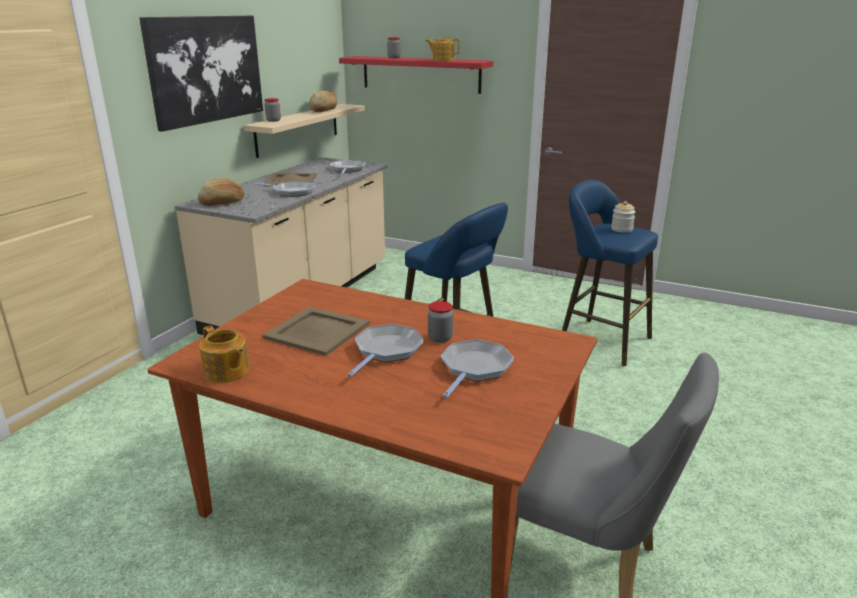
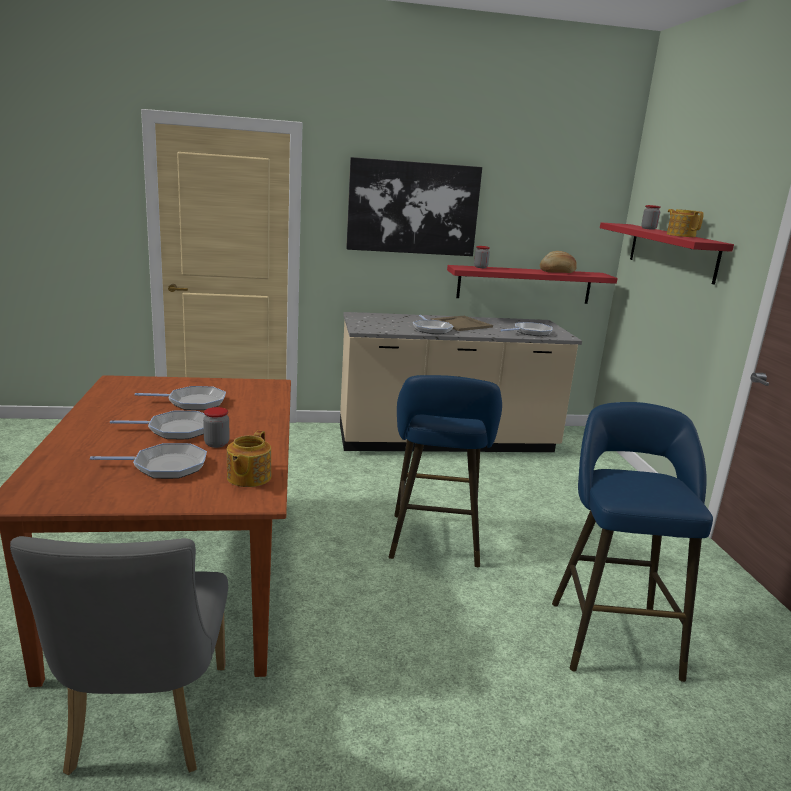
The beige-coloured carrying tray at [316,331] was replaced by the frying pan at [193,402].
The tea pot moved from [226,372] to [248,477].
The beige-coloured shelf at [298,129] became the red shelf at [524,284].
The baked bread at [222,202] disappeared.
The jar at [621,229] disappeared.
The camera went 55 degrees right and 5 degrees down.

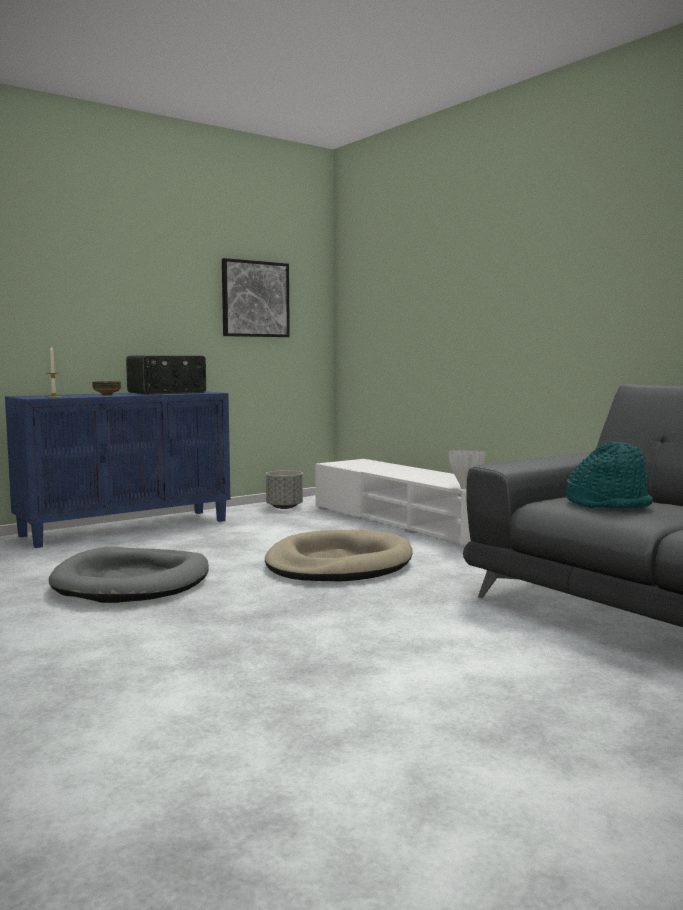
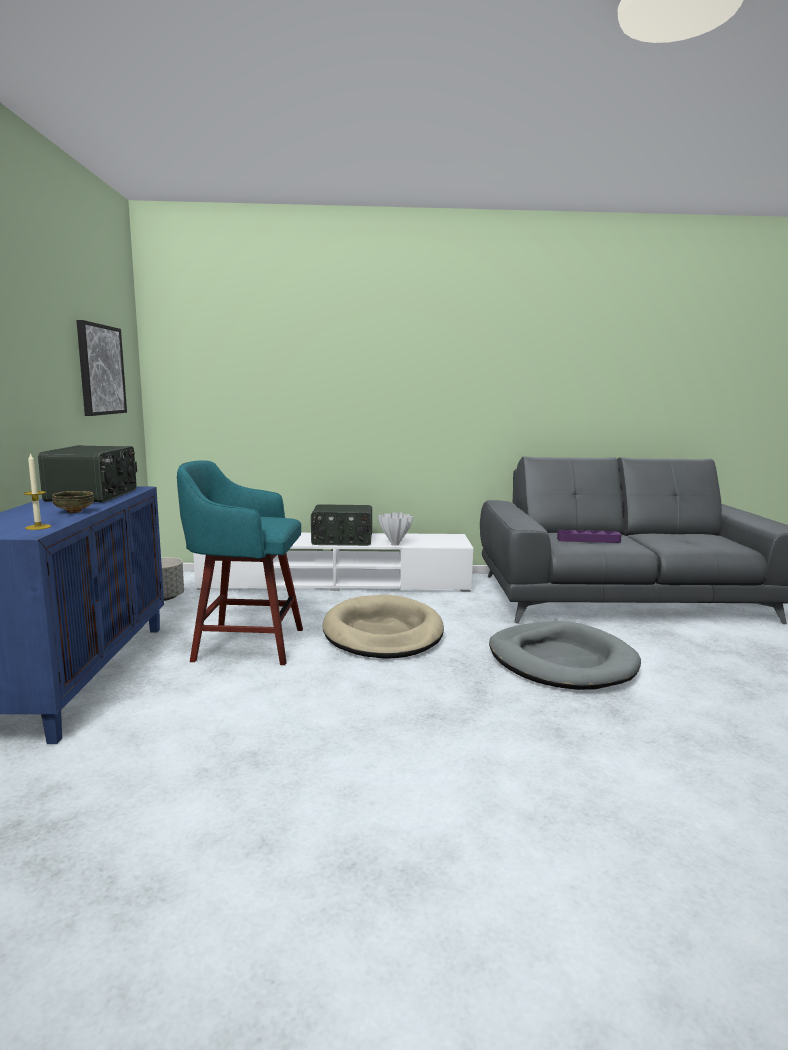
The blue-green sitting stool at [245,644] appeared.
The radio at [342,540] appeared.
The grey pet bed moved from [133,582] to [561,661].
The blue-green clothing hat at [608,504] was replaced by the purple carrying tray at [588,540].
The camera went 55 degrees left and 5 degrees up.

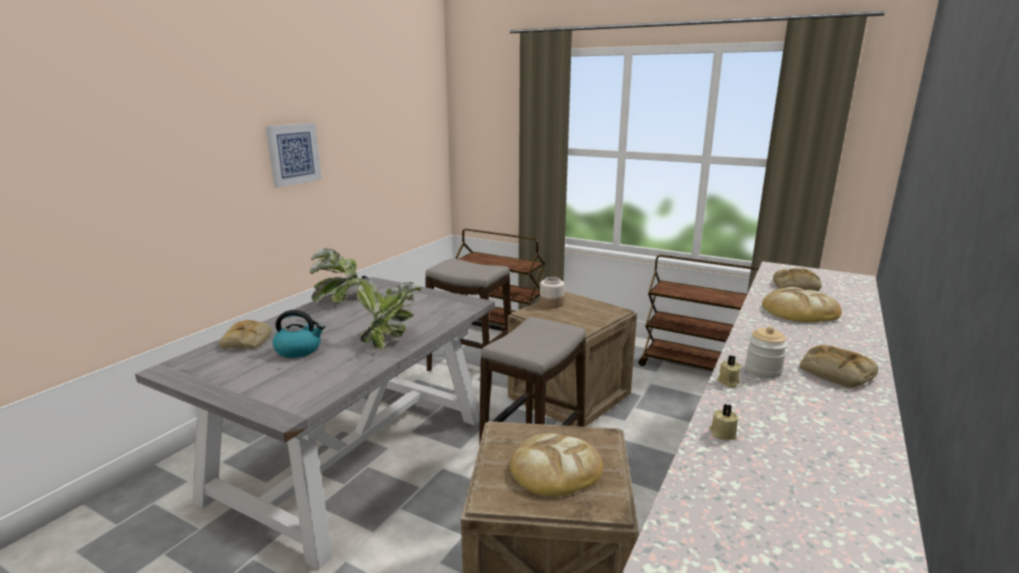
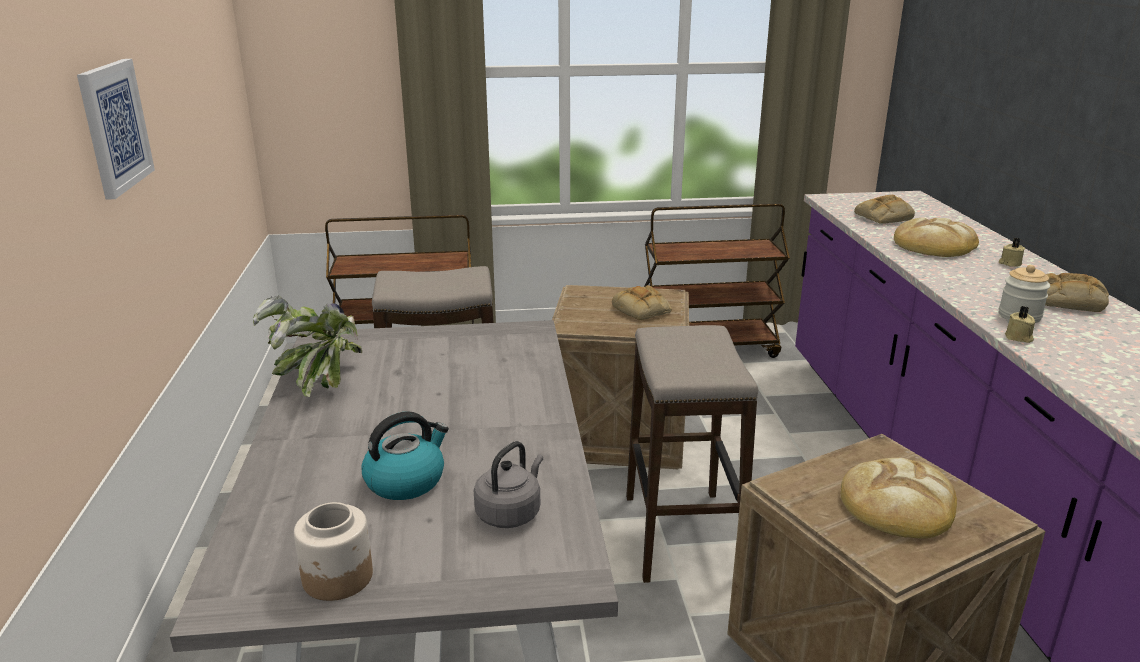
The jar moved from [551,304] to [338,578].
The grey kettle at [510,513] appeared.
The baked bread moved from [247,341] to [642,310].
The beige-coloured candle moved from [722,433] to [1010,263].
The houseplant at [389,338] disappeared.
The camera went 35 degrees left and 5 degrees up.

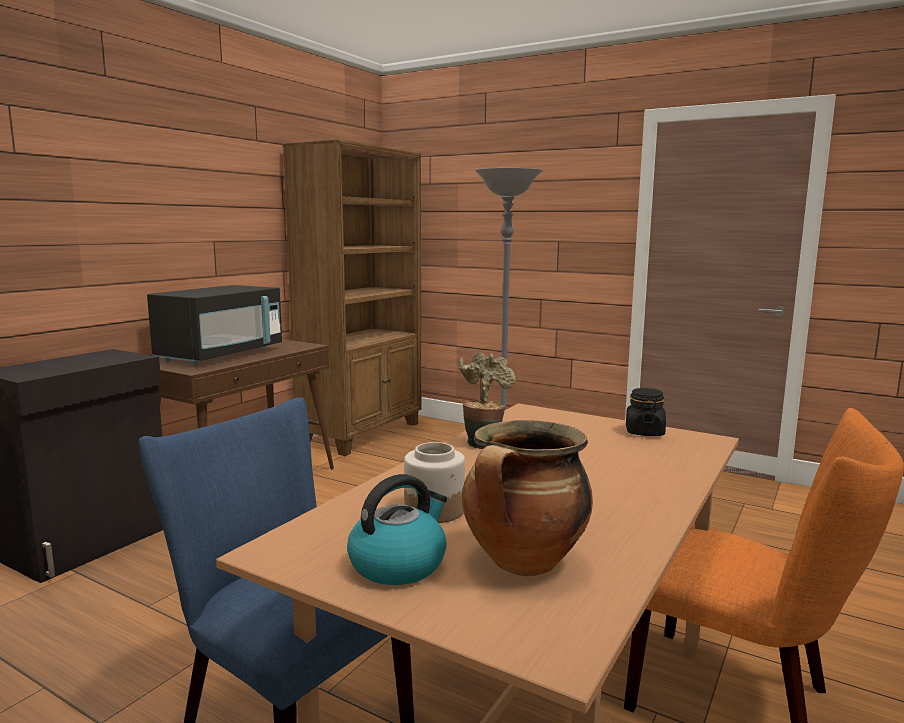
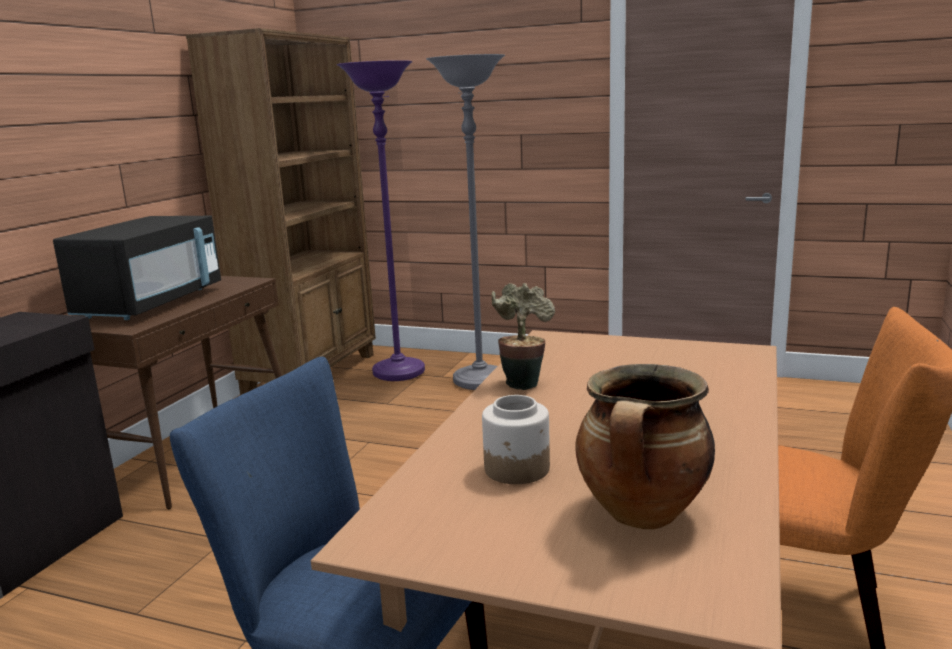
The purple standing lamp at [399,372] appeared.
The kettle at [398,564] disappeared.
The blackish jar at [644,432] disappeared.
The camera went 10 degrees left and 5 degrees up.

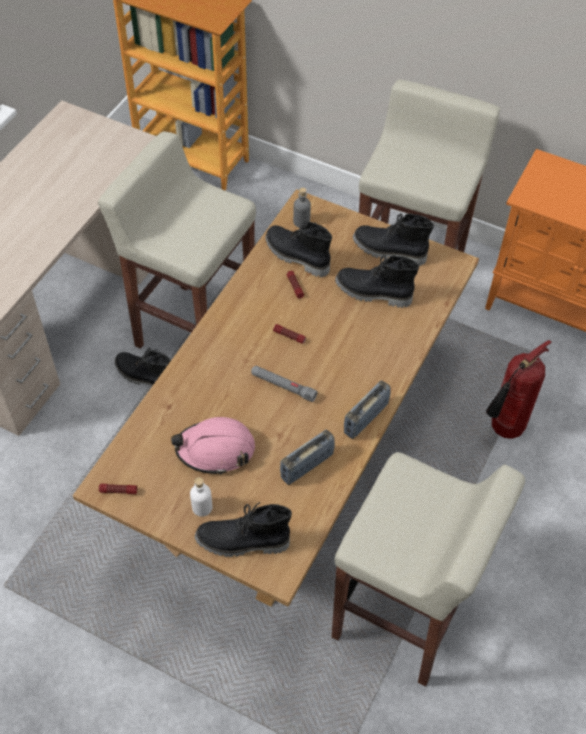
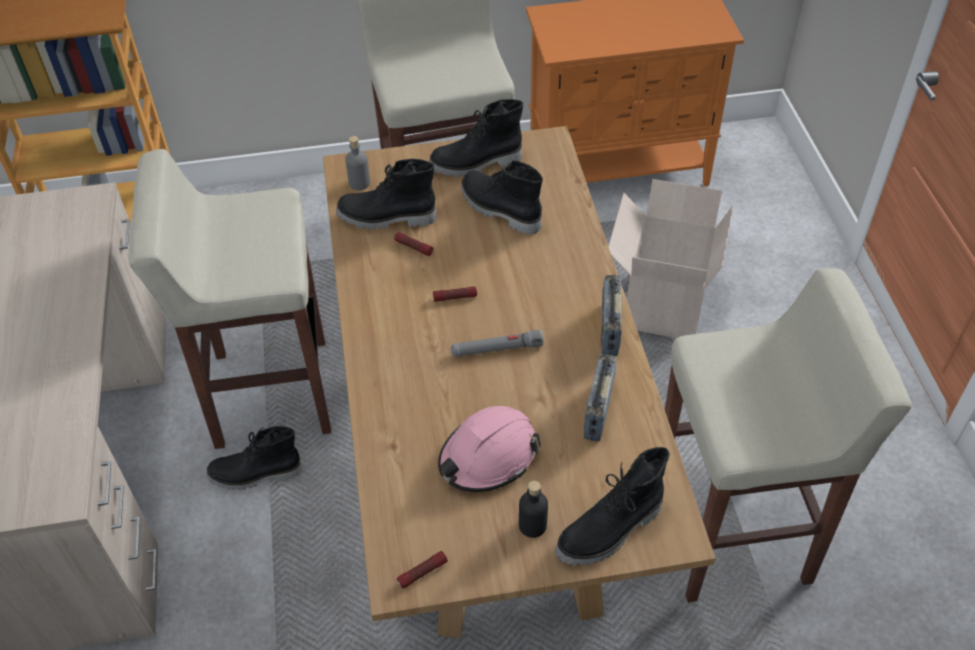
The blackish boot at [373,293] turned 60 degrees clockwise.
The whitish beverage bottle at [202,507] became the blackish beverage bottle at [532,525].
The extinguisher at [504,431] was replaced by the cardboard box at [662,303].
The camera went 35 degrees left and 5 degrees down.

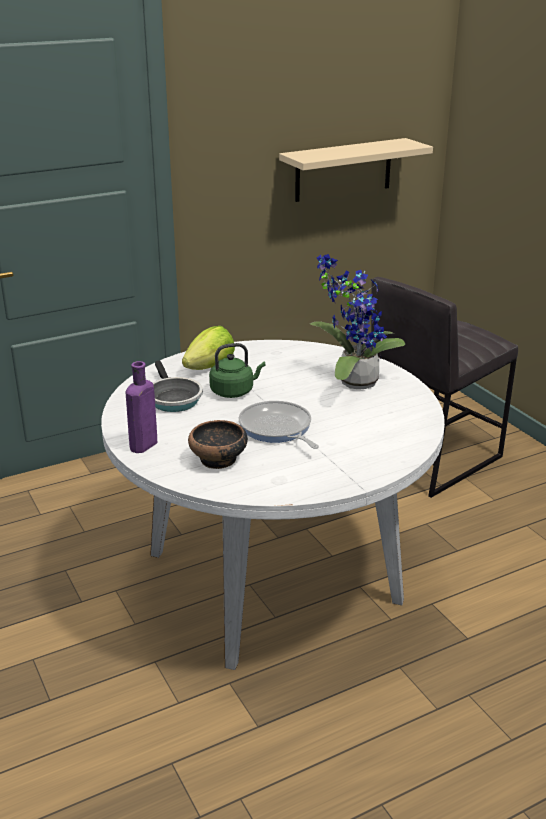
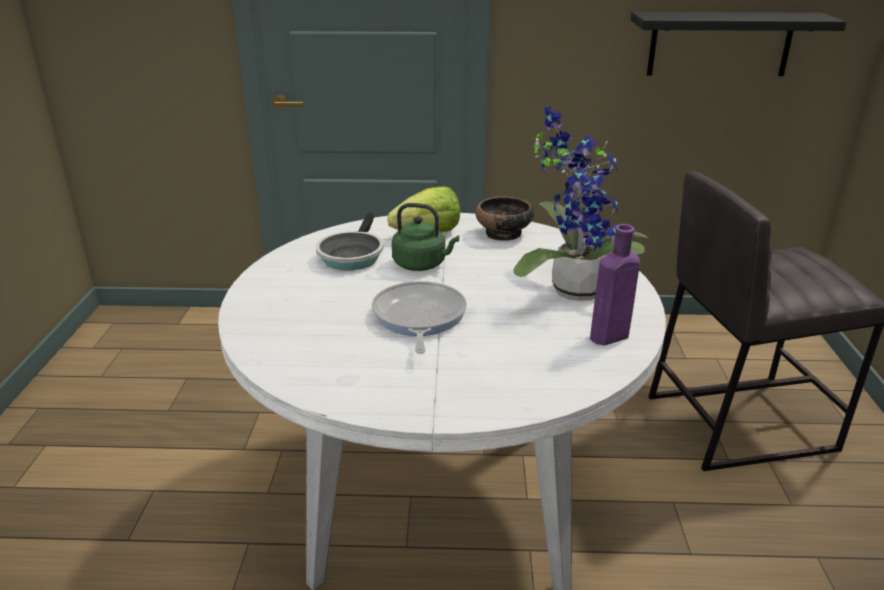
The deep dish moved from [218,459] to [503,234].
The purple beverage bottle moved from [142,446] to [607,337].
The beige-coloured shelf at [343,170] became the blackish shelf at [719,44].
The camera went 30 degrees right and 0 degrees up.

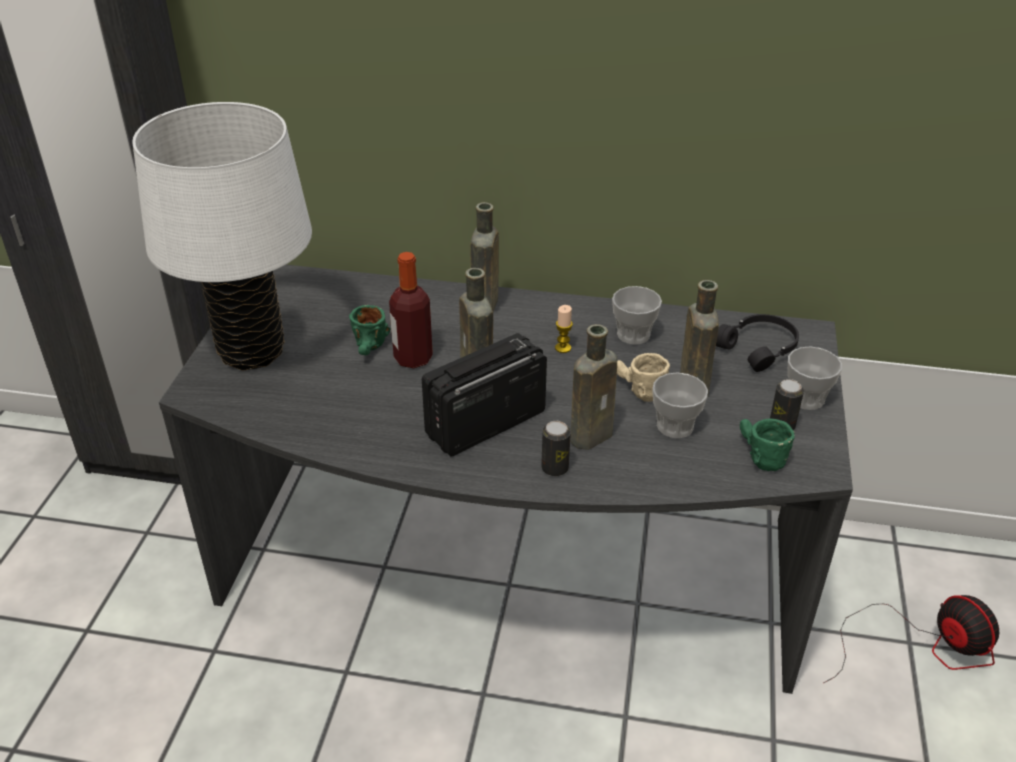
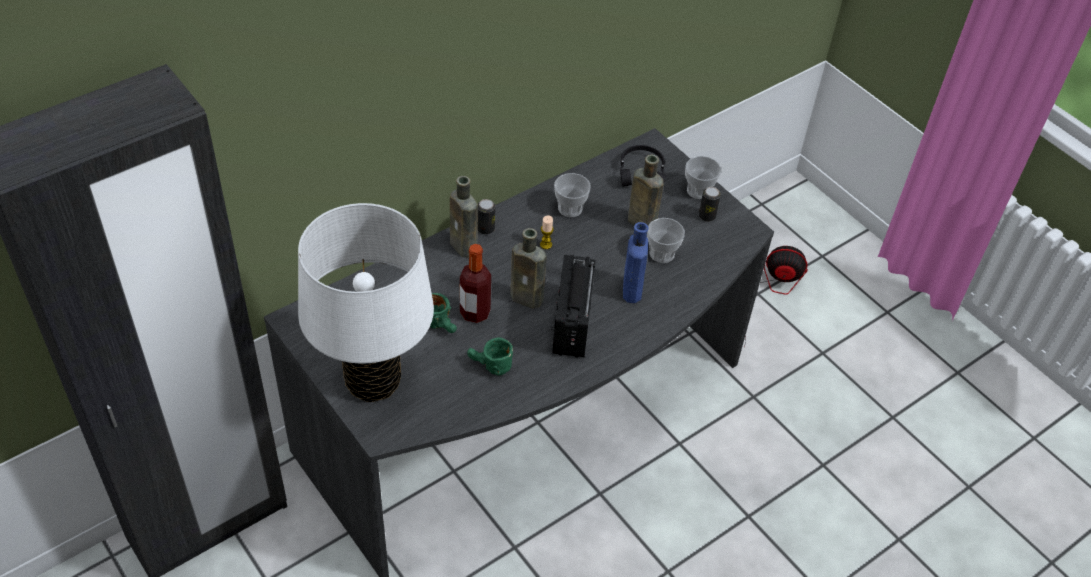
The green coffee mug moved from [757,455] to [489,366].
The can moved from [554,468] to [485,229].
The brown-coloured beverage bottle at [593,434] became the blue-coloured beverage bottle at [631,288].
The beige-coloured coffee mug at [637,390] disappeared.
The camera went 50 degrees left and 10 degrees up.

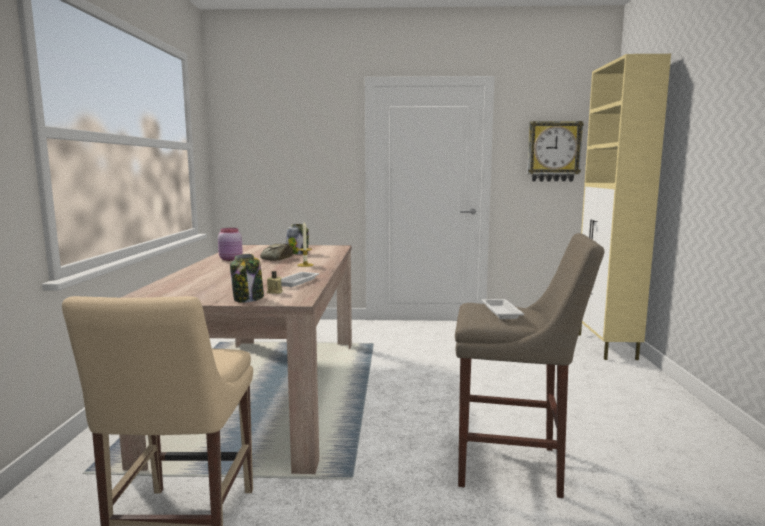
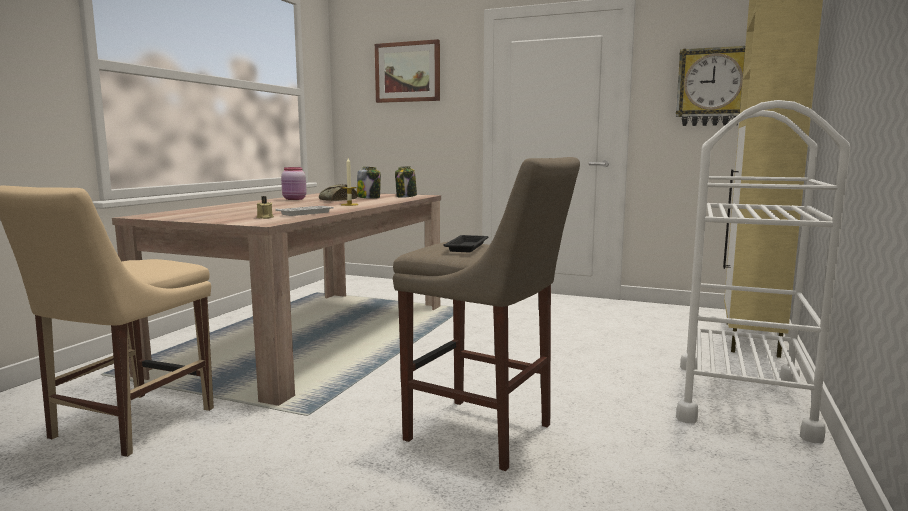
The wall picture at [407,72] appeared.
The jar moved from [248,299] to [406,196].
The whitish carrying tray at [501,311] became the blackish carrying tray at [467,247].
The whitish cart at [742,399] appeared.
The camera went 20 degrees right and 0 degrees up.

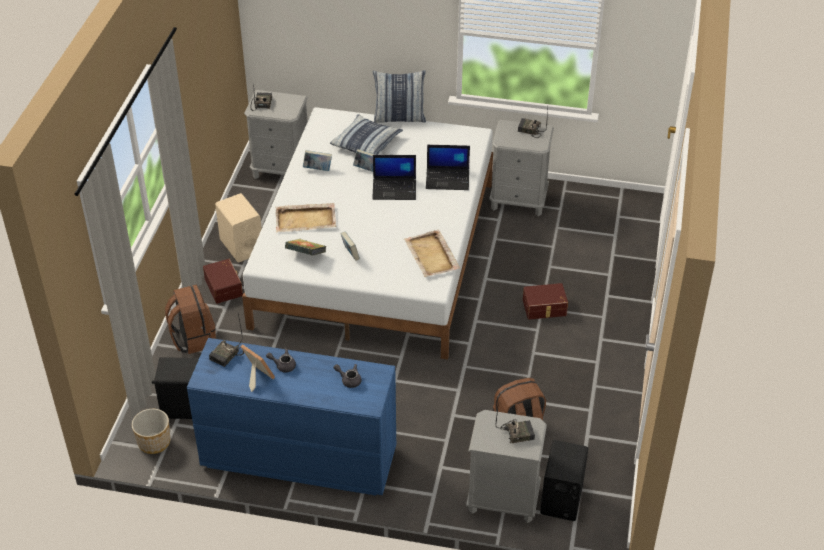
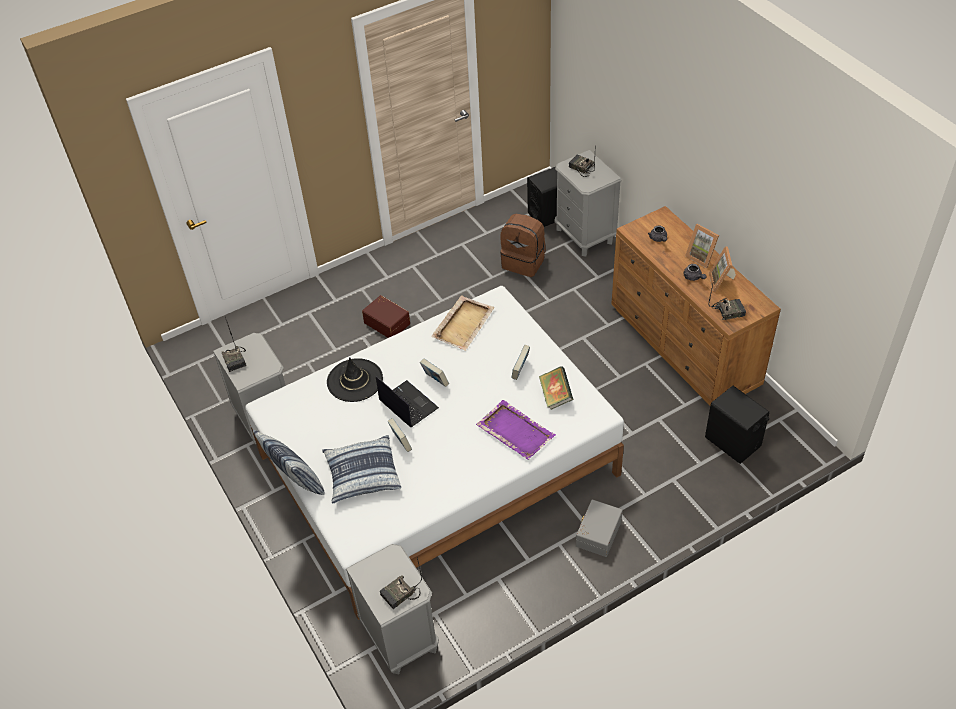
The notebook computer at [448,179] was replaced by the blackish clothing hat at [355,380].
The book moved from [317,169] to [435,380].
The beige-coloured carrying tray at [306,219] became the purple carrying tray at [515,431].
The brown-coloured storage box at [224,287] became the grey storage box at [597,533].
The blue-coloured dresser at [297,457] became the brown-coloured dresser at [685,346].
The photo frame at [702,257] appeared.
The planter at [154,442] disappeared.
The brown-coloured backpack at [193,338] disappeared.
The beige-coloured speaker at [241,246] disappeared.
The camera went 130 degrees left and 5 degrees up.

